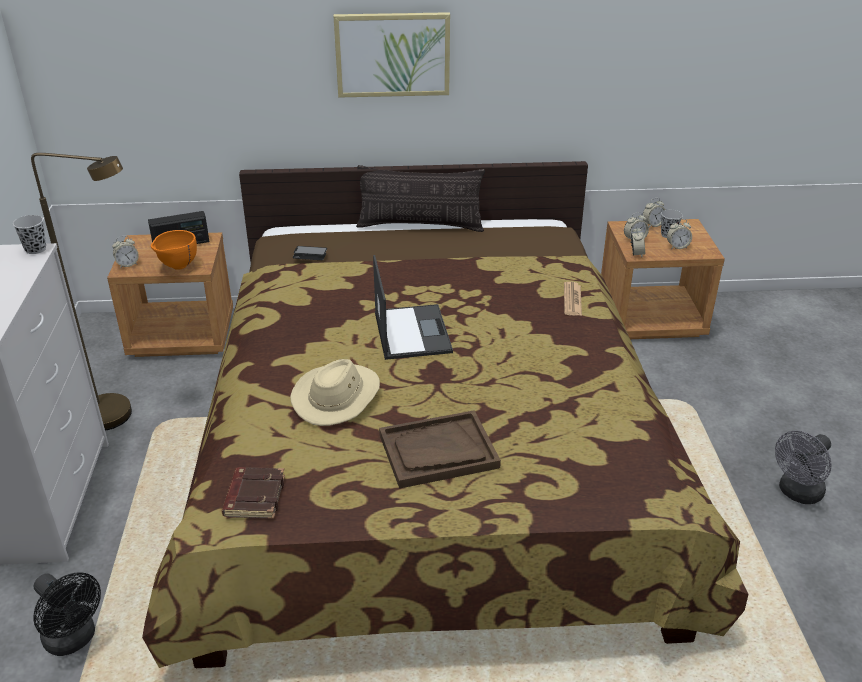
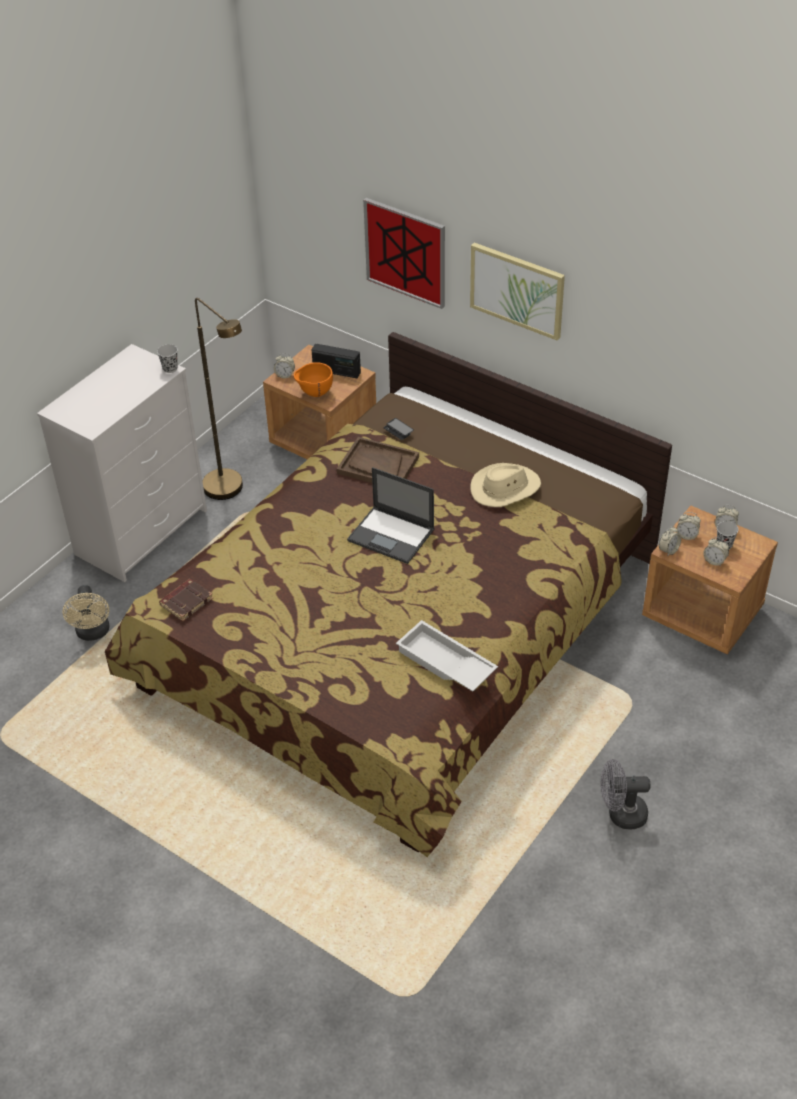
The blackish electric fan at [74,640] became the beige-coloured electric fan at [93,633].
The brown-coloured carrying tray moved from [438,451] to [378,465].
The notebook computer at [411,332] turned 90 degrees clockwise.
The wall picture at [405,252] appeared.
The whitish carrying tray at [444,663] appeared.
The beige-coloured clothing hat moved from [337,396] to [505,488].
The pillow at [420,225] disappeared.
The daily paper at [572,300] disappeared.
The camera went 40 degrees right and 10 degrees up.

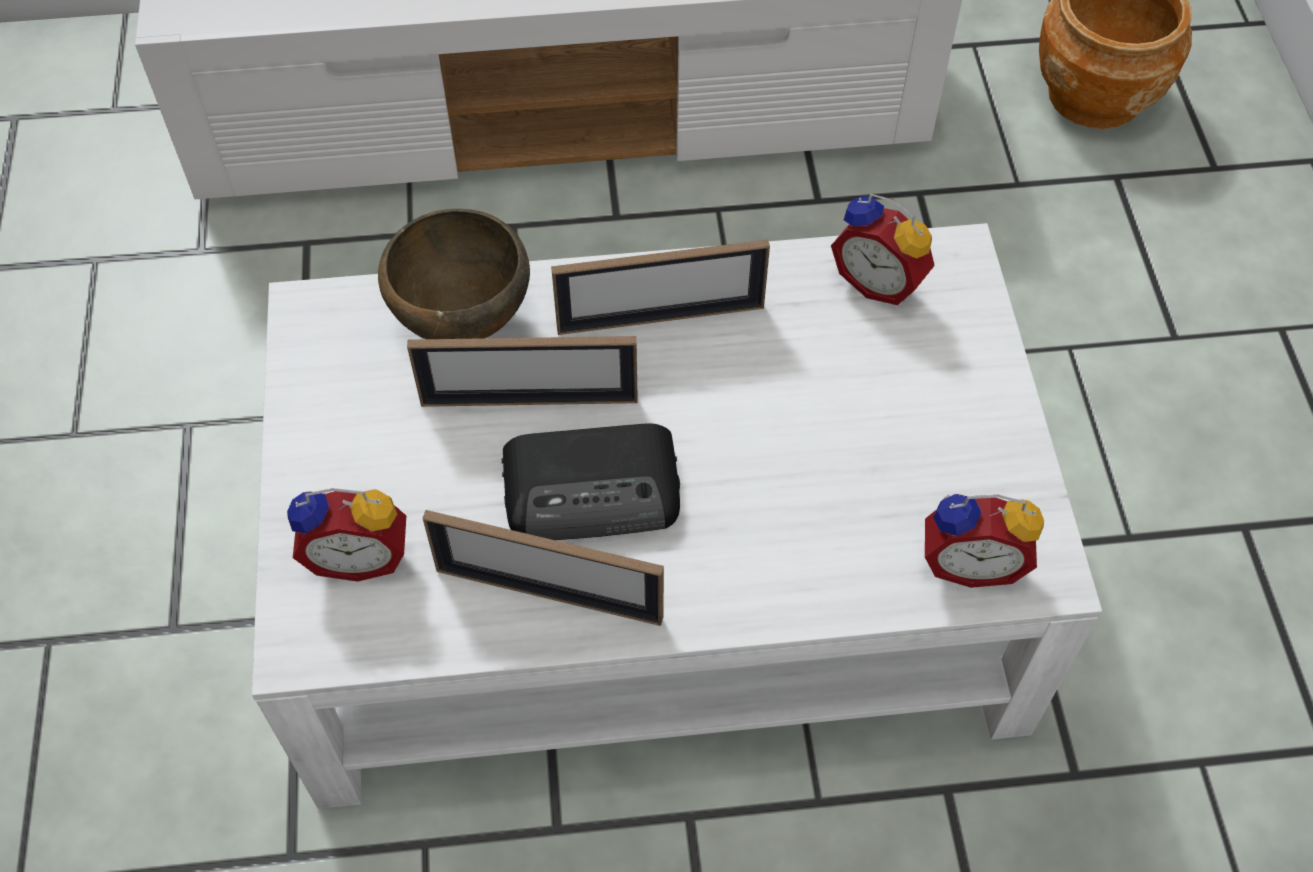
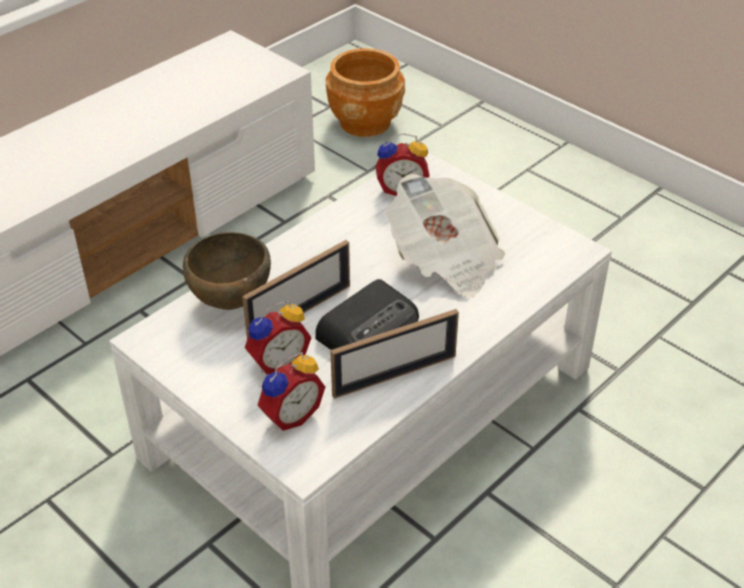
The alarm clock moved from [970,561] to [277,361].
The daily paper at [445,259] appeared.
The photo frame at [660,318] disappeared.
The camera went 40 degrees left and 15 degrees down.

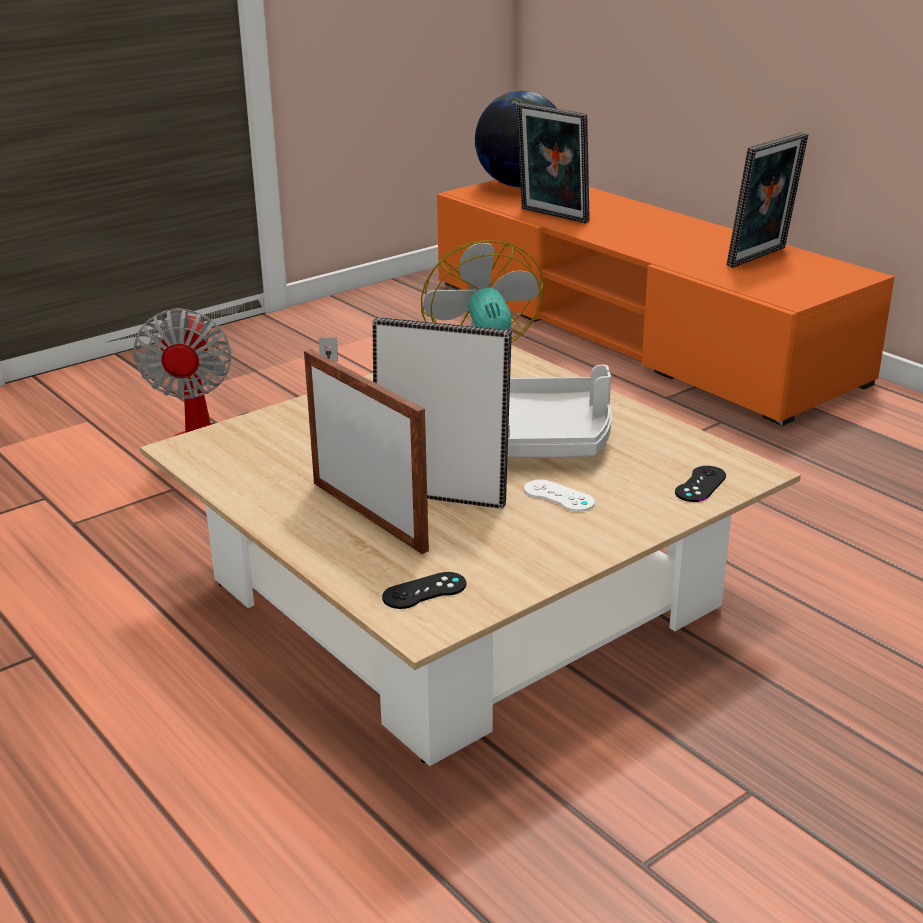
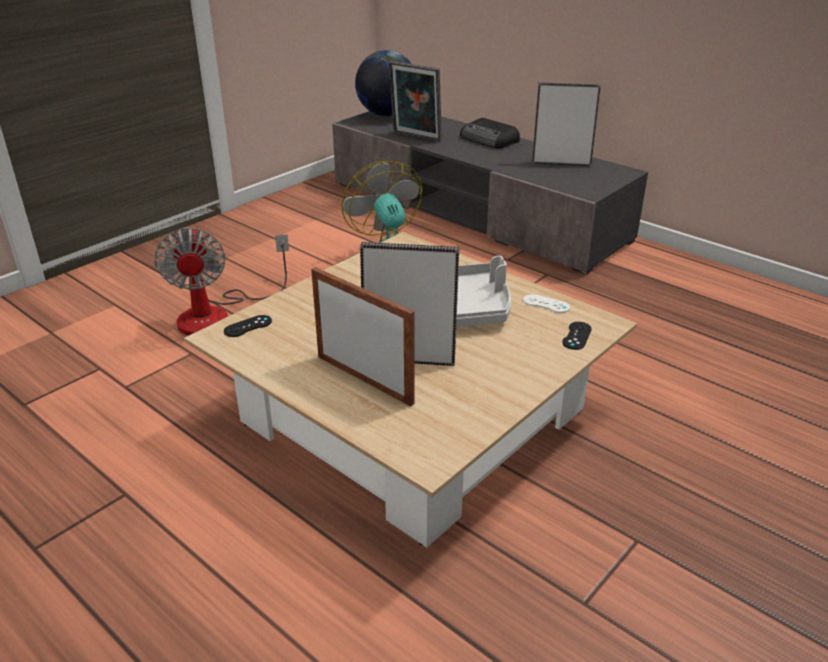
The blackish gamepad moved from [424,591] to [248,326].
The orange media console at [636,330] became the grey media console at [475,211].
The radio at [489,139] appeared.
The whitish gamepad moved from [559,496] to [546,304].
The photo frame at [761,258] turned 120 degrees counterclockwise.
The camera went 10 degrees left and 5 degrees up.

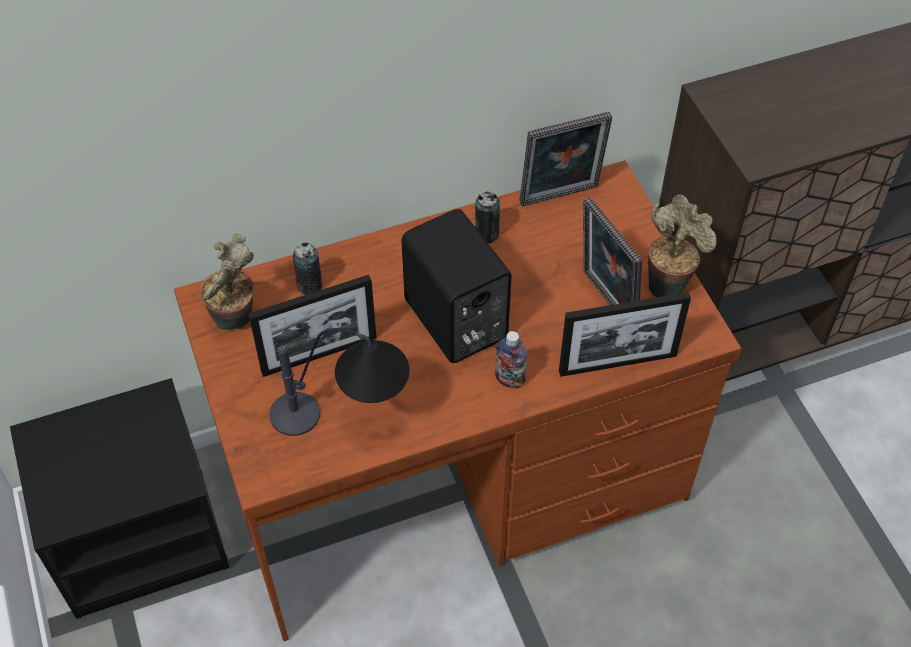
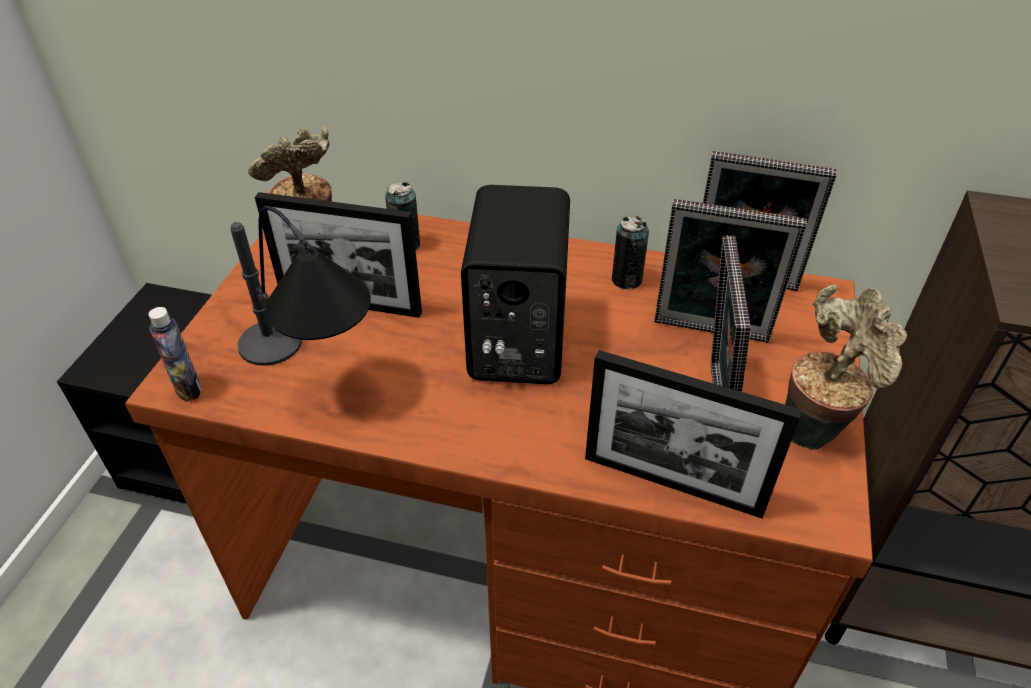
The beverage bottle moved from [509,380] to [188,388].
The photo frame at [710,334] appeared.
The camera went 35 degrees right and 10 degrees down.

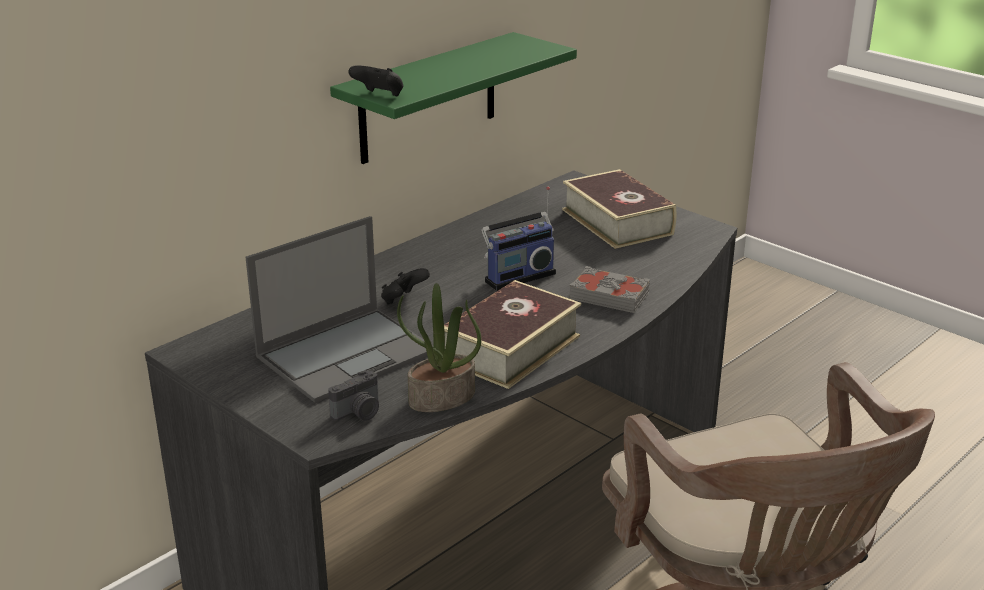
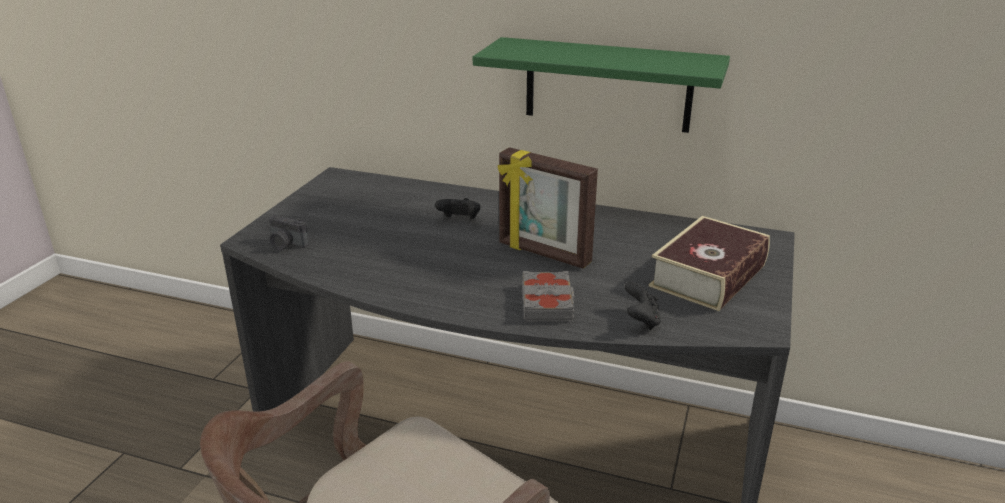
The radio at [518,276] was replaced by the photo frame at [543,254].
The blackish gamepad moved from [379,96] to [641,320].
The notebook computer at [347,353] disappeared.
The houseplant at [441,398] disappeared.
The book at [510,348] disappeared.
The camera went 65 degrees right and 0 degrees up.

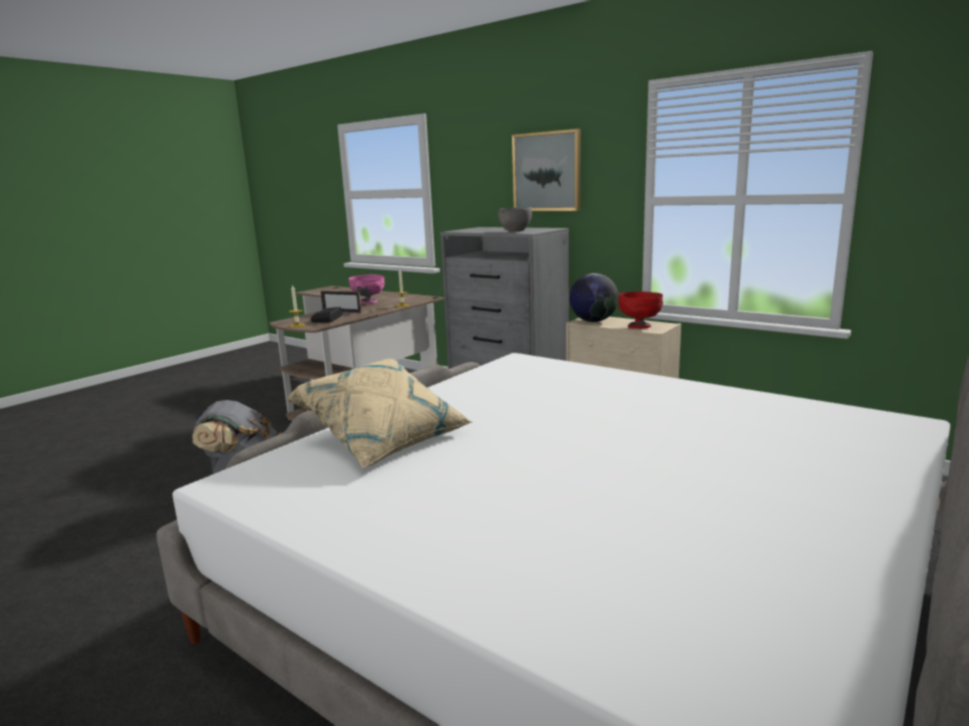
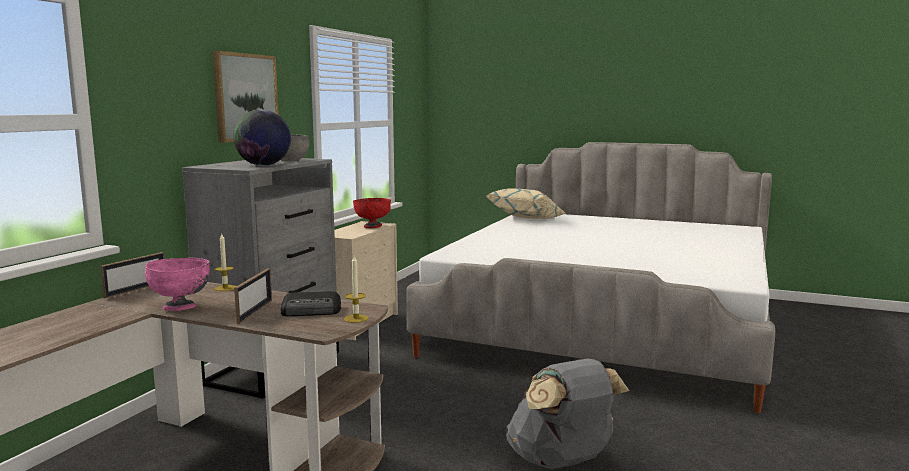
The photo frame at [136,289] appeared.
The desk globe moved from [593,321] to [263,165].
The beige-coloured pillow moved from [384,438] to [527,219].
The camera went 105 degrees left and 5 degrees down.

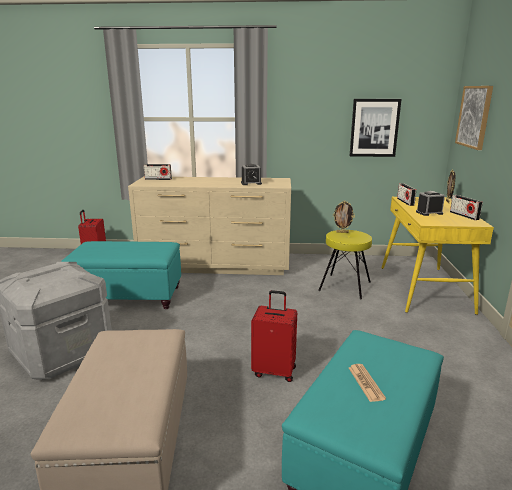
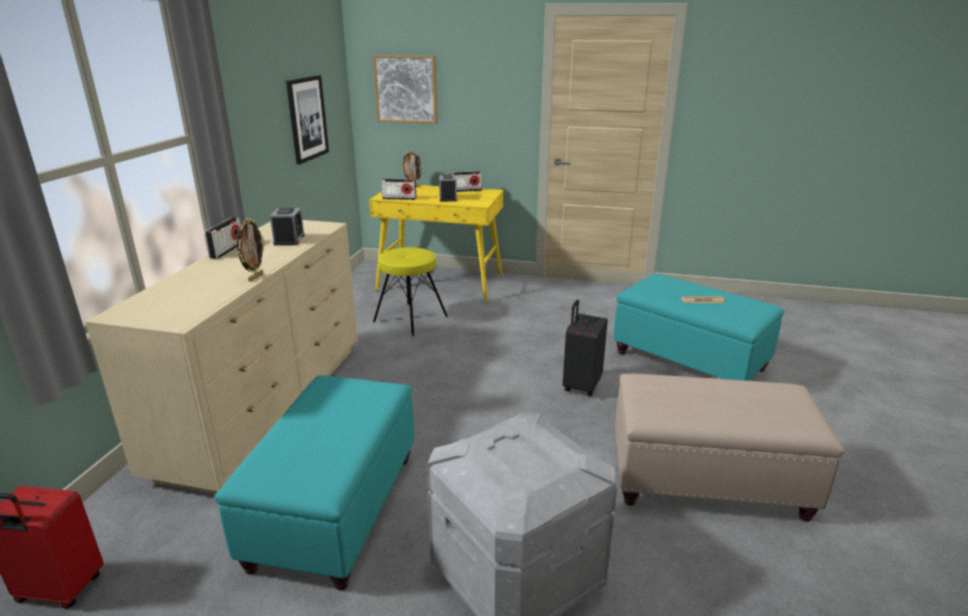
The radio moved from [158,179] to [227,250].
The photo frame moved from [342,232] to [255,277].
The red suitcase at [274,371] became the blackish suitcase at [581,385].
The camera went 80 degrees left and 5 degrees up.

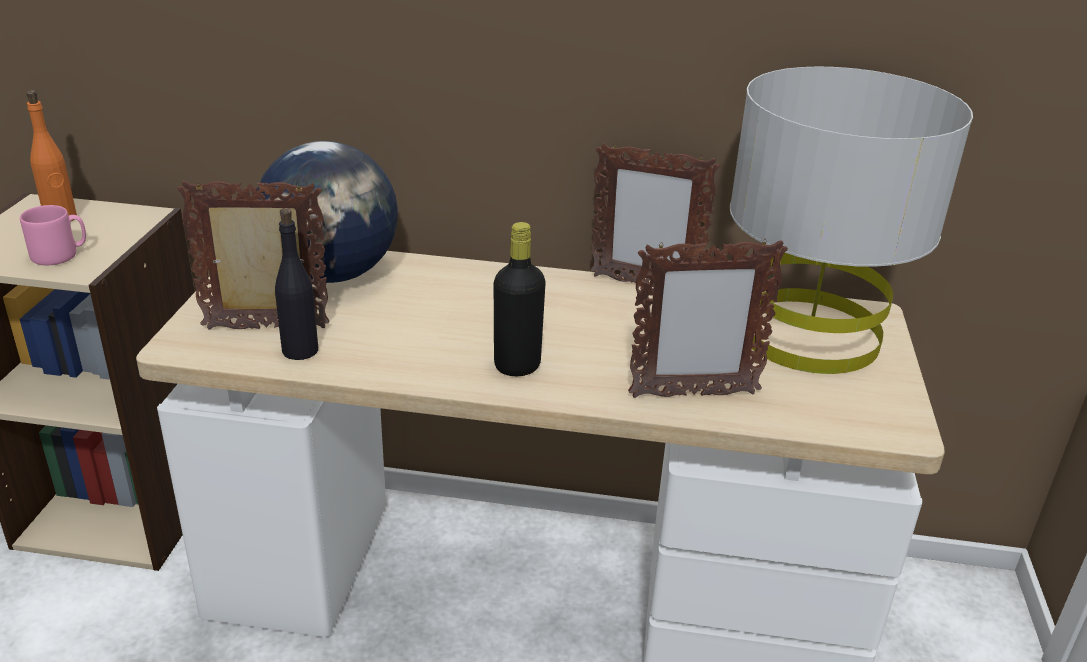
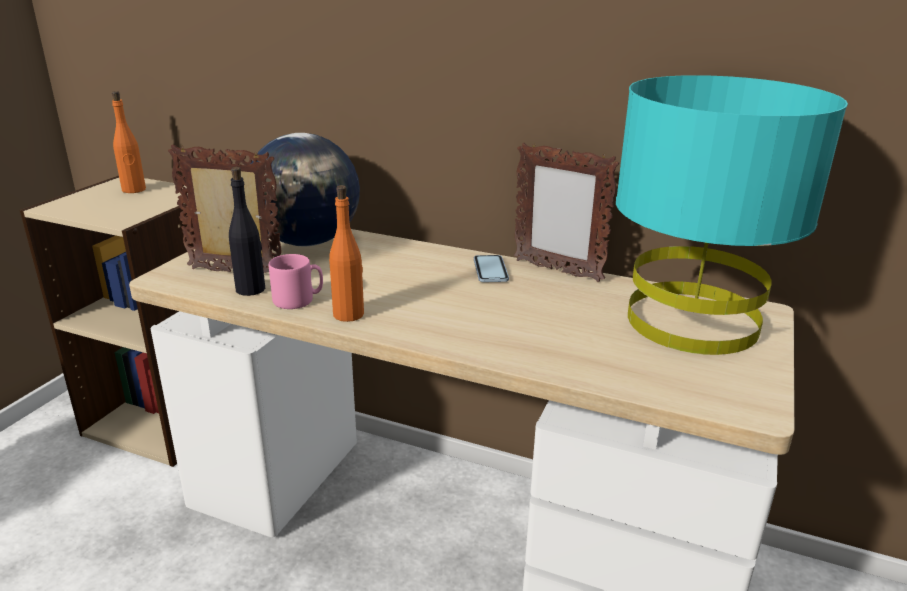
The pinkish coffee mug moved from [60,255] to [298,300].
The orange beverage bottle at [349,314] appeared.
The telephone at [490,270] appeared.
The grey lamp for a table at [809,335] became the blue-green lamp for a table at [692,321].
The blackish beverage bottle at [517,366] disappeared.
The photo frame at [692,395] disappeared.
The camera went 15 degrees right and 5 degrees down.

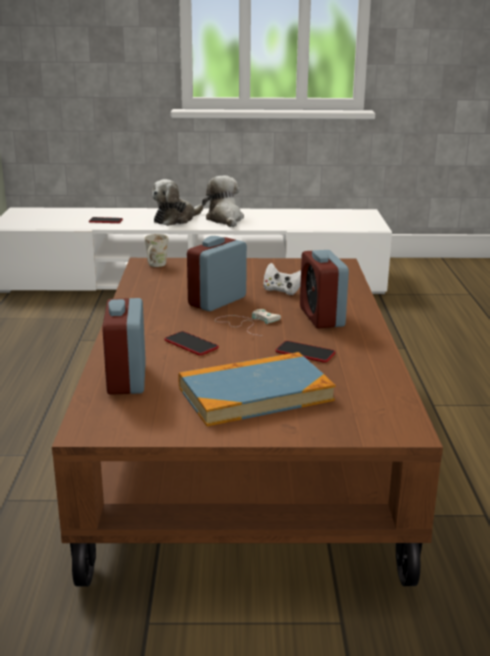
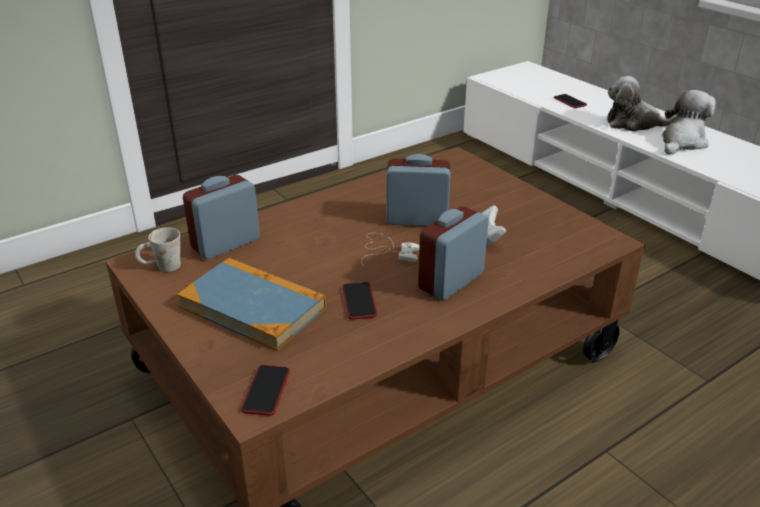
The whitish coffee mug moved from [155,266] to [162,267].
The telephone moved from [191,344] to [266,391].
The camera went 55 degrees right and 10 degrees up.

